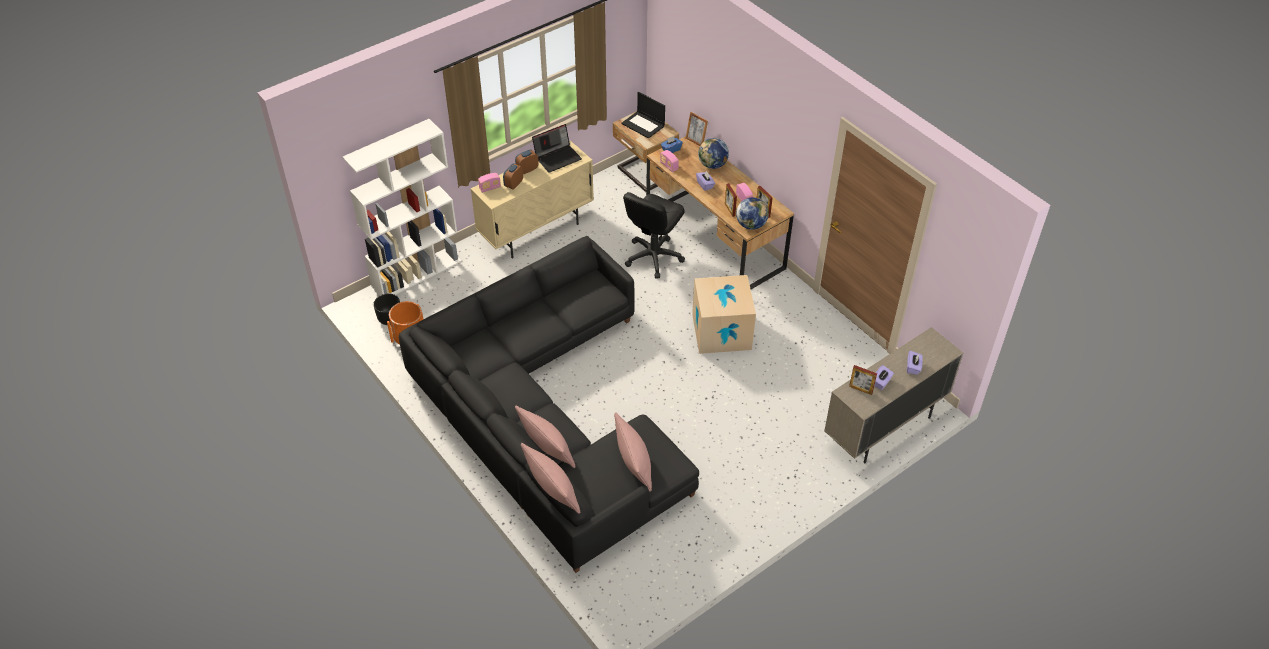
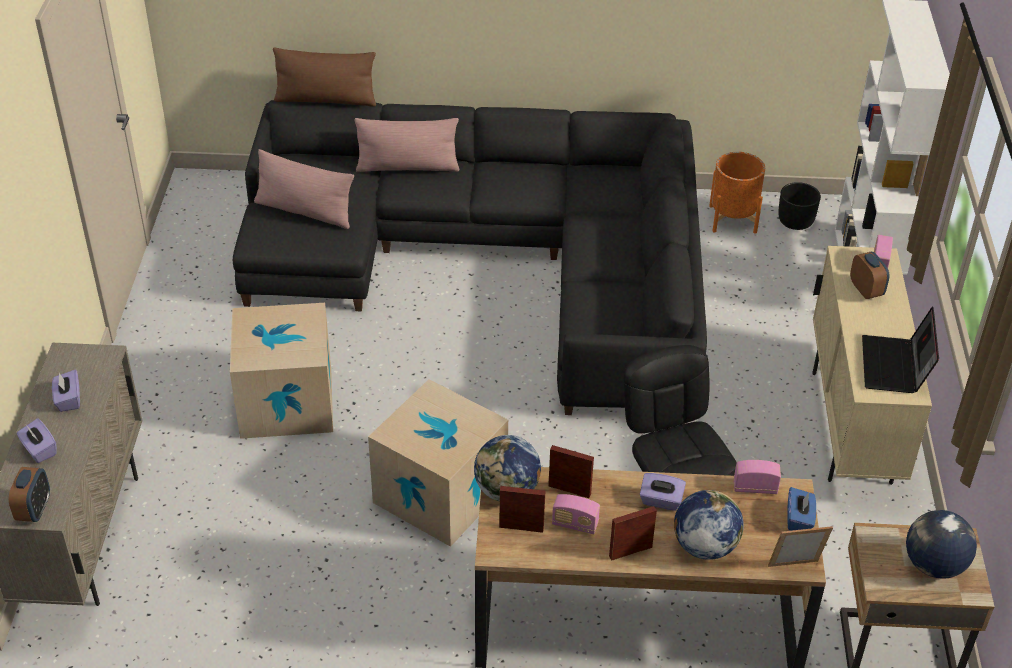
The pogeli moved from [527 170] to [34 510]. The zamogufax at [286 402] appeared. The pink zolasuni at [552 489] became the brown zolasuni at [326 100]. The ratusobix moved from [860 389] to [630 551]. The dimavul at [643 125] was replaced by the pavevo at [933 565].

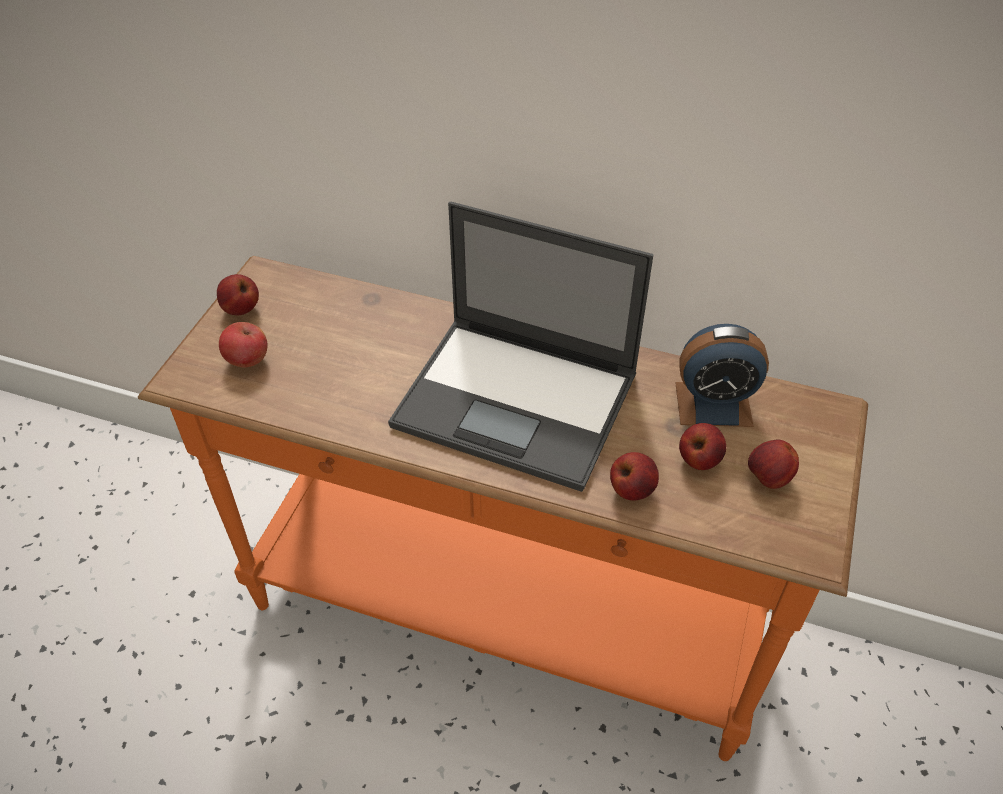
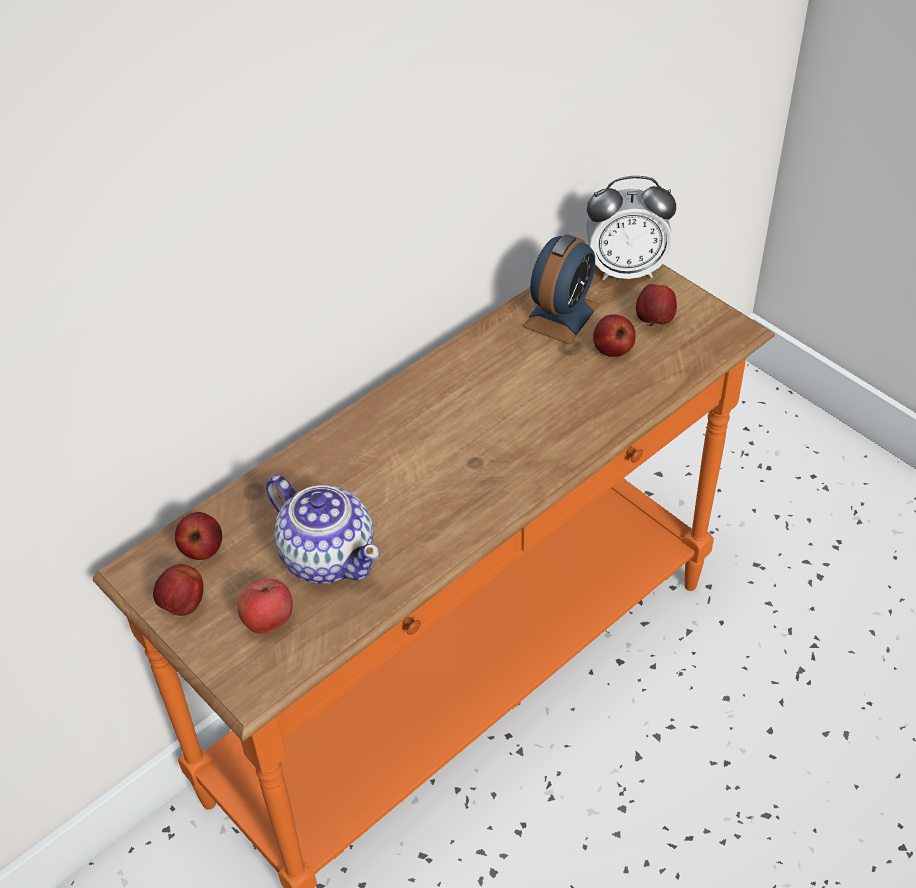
The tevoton moved from [631 490] to [202 550]. The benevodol at [327 555] appeared. The pogeli at [625 269] appeared. The dimavul at [518 401] disappeared.

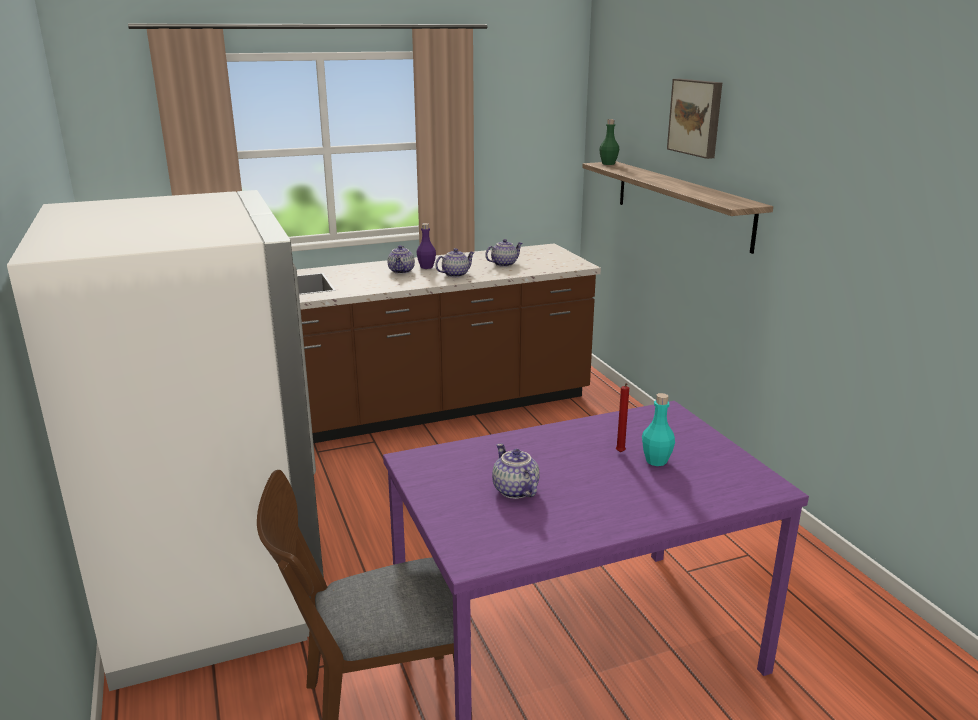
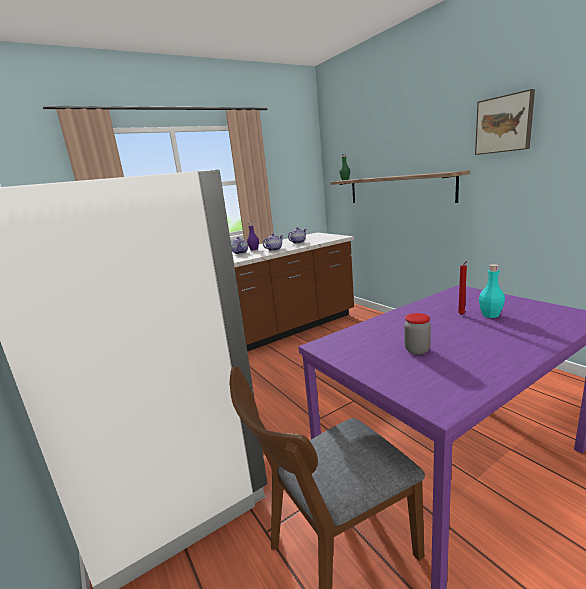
The benevodol at [514 490] was replaced by the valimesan at [417 350]. The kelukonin moved from [696 117] to [504 124].

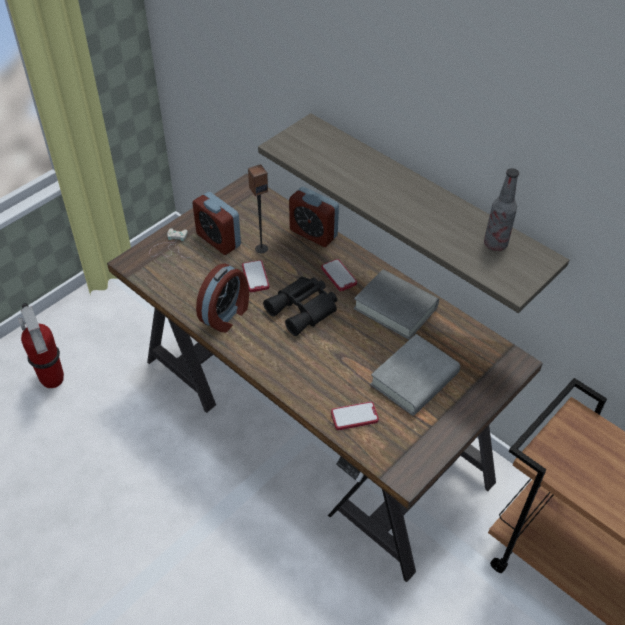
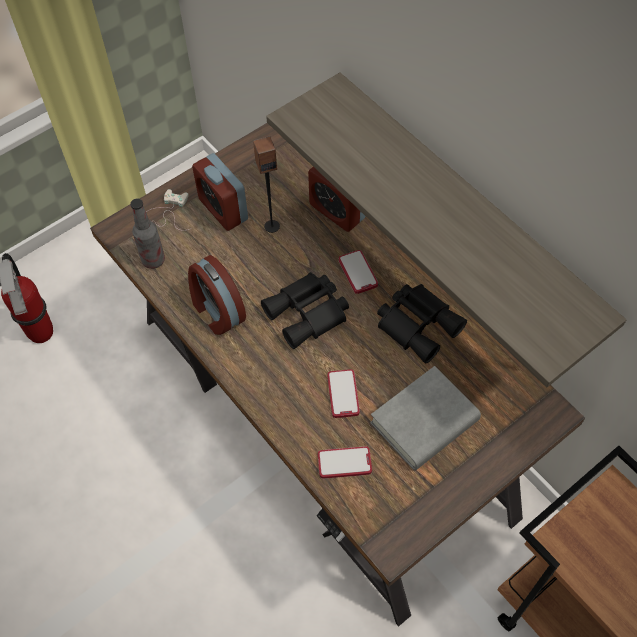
The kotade moved from [495 244] to [153 260]. The pogeli at [226 315] turned 105 degrees clockwise. The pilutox moved from [255 277] to [343 394]. The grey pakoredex at [395 308] was replaced by the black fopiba at [418 323].

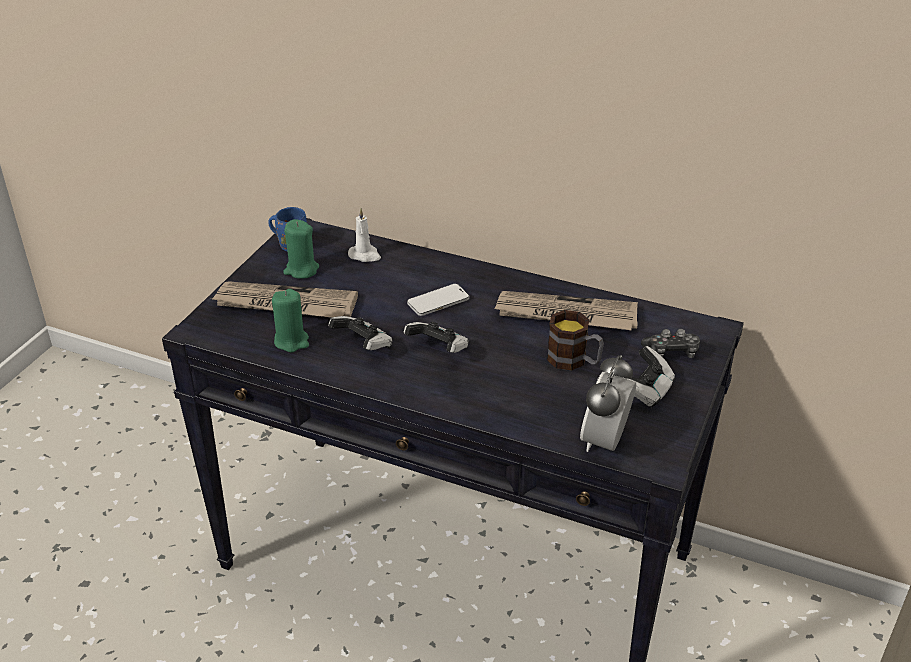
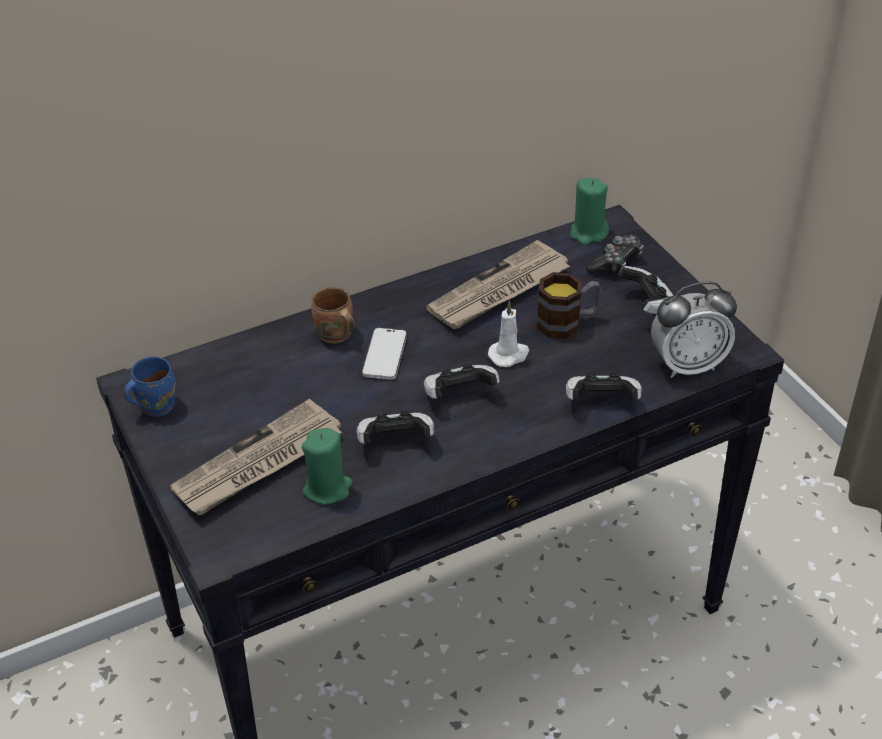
The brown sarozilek at [335 336] appeared. The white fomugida moved from [365 255] to [509 355]. The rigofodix at [601 402] appeared. The green fomugida moved from [301 270] to [588 233]. The pogeli at [604 441] turned 75 degrees counterclockwise.

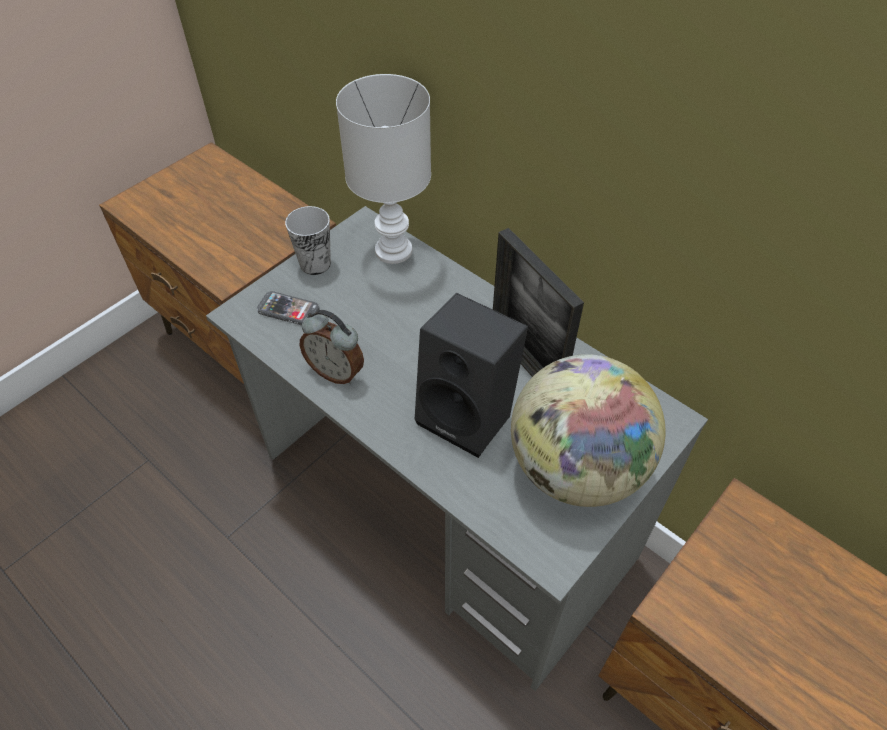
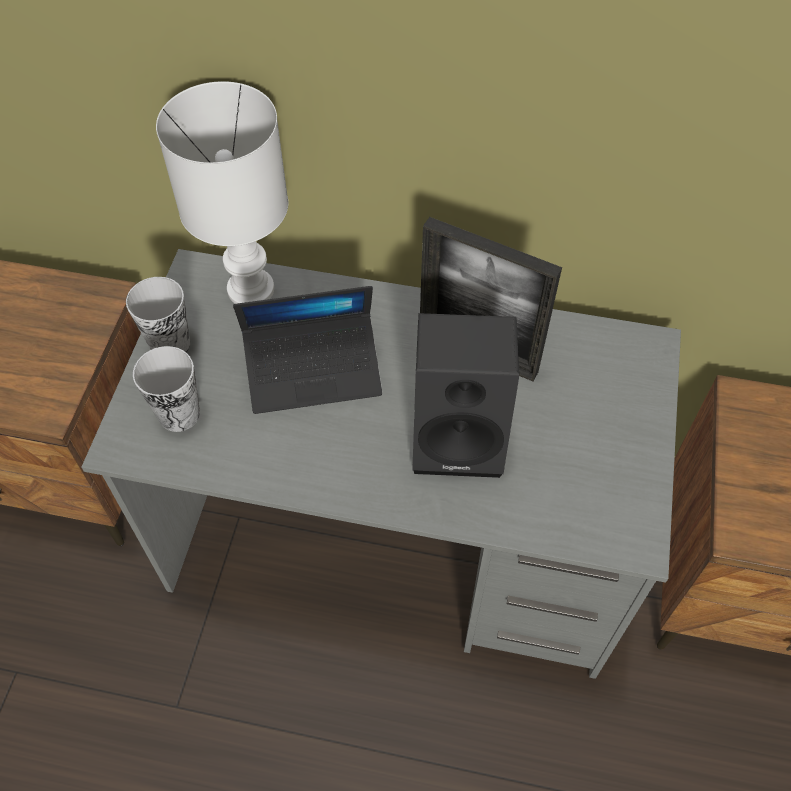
The pilutox at [288 310] was replaced by the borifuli at [179 414]. The dimavul at [313 371] appeared. The pogeli at [336 372] disappeared. The pavevo at [575 468] disappeared.

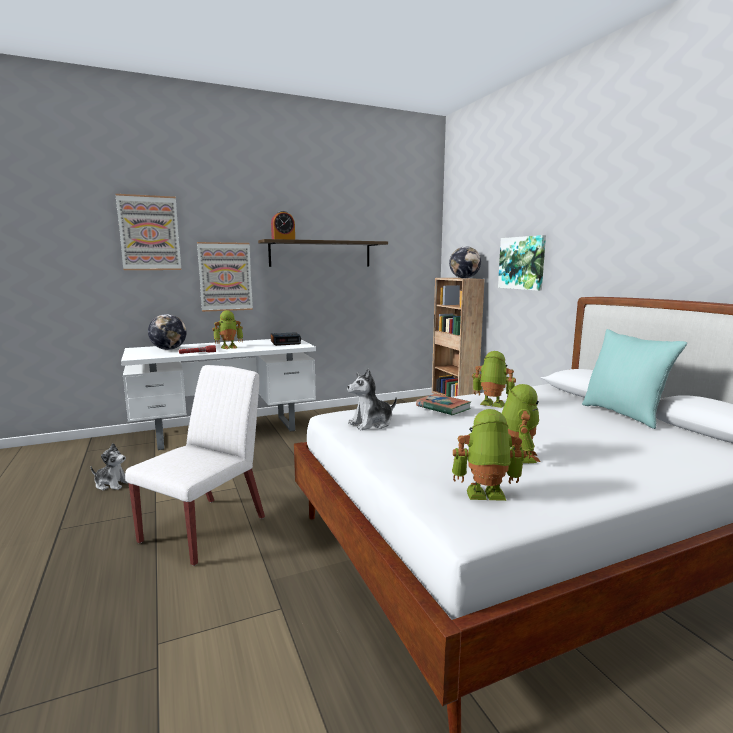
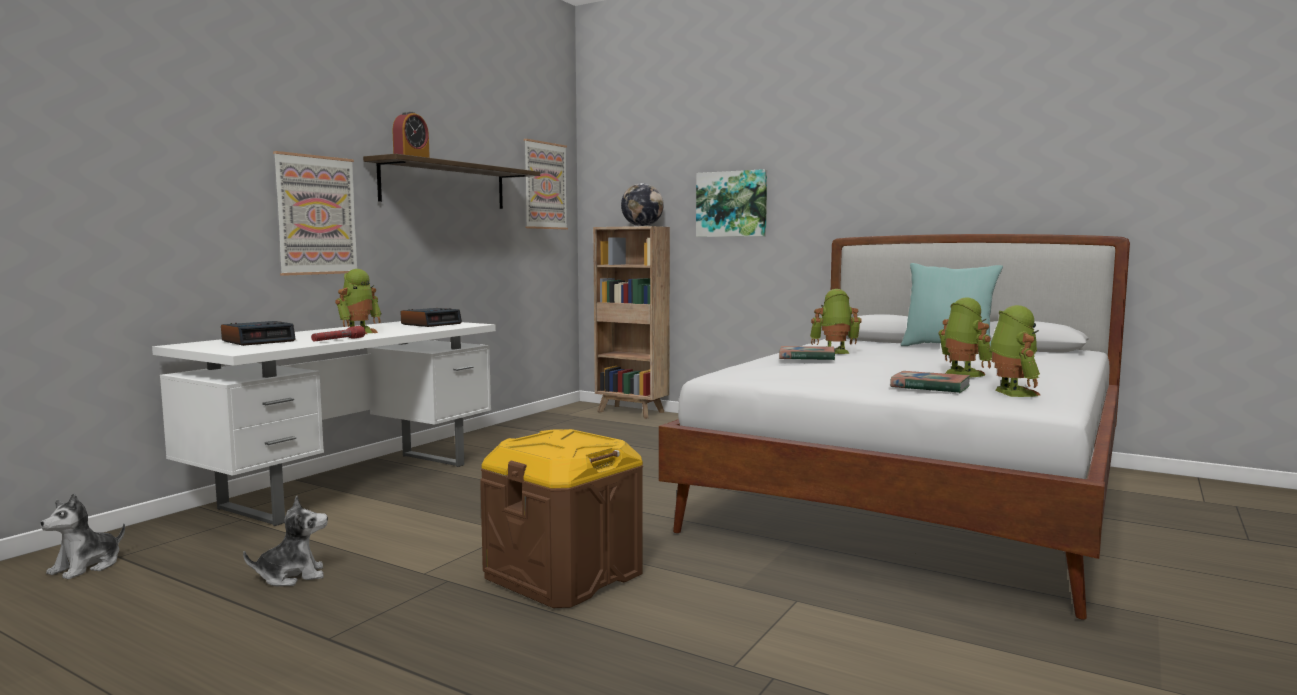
The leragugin moved from [371 423] to [86 567]. The pavevo at [169 349] was replaced by the pogeli at [259 341]. The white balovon at [205 529] was replaced by the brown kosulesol at [564 575]. The kelukonin moved from [149 233] to [545 186]. The pakoredex at [930 387] appeared. The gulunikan at [485 495] turned 120 degrees clockwise.

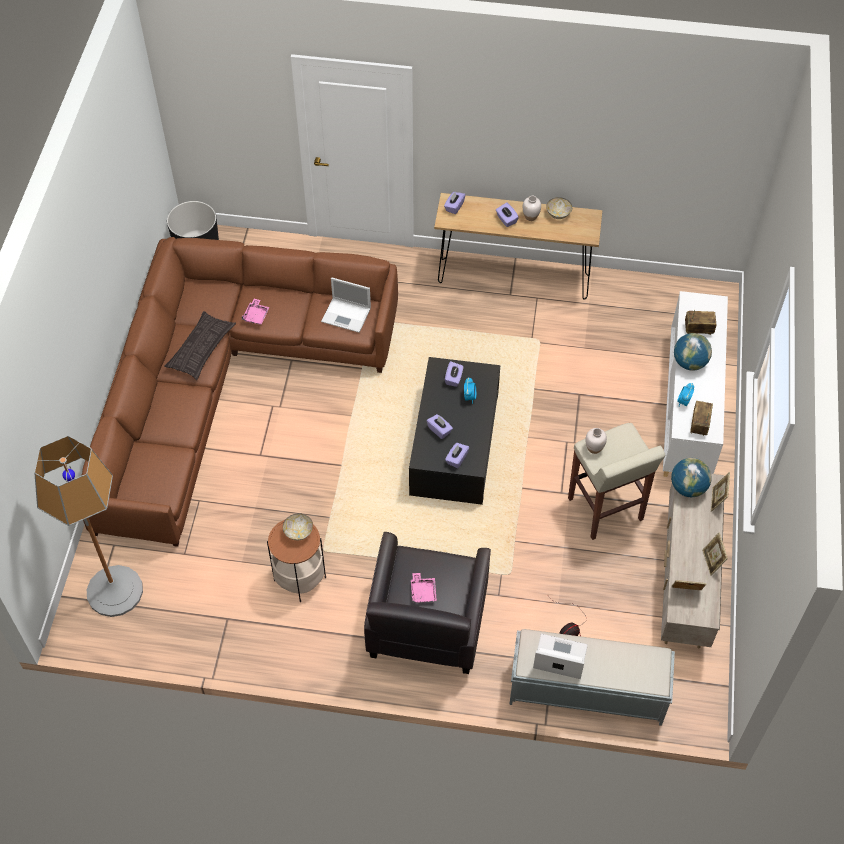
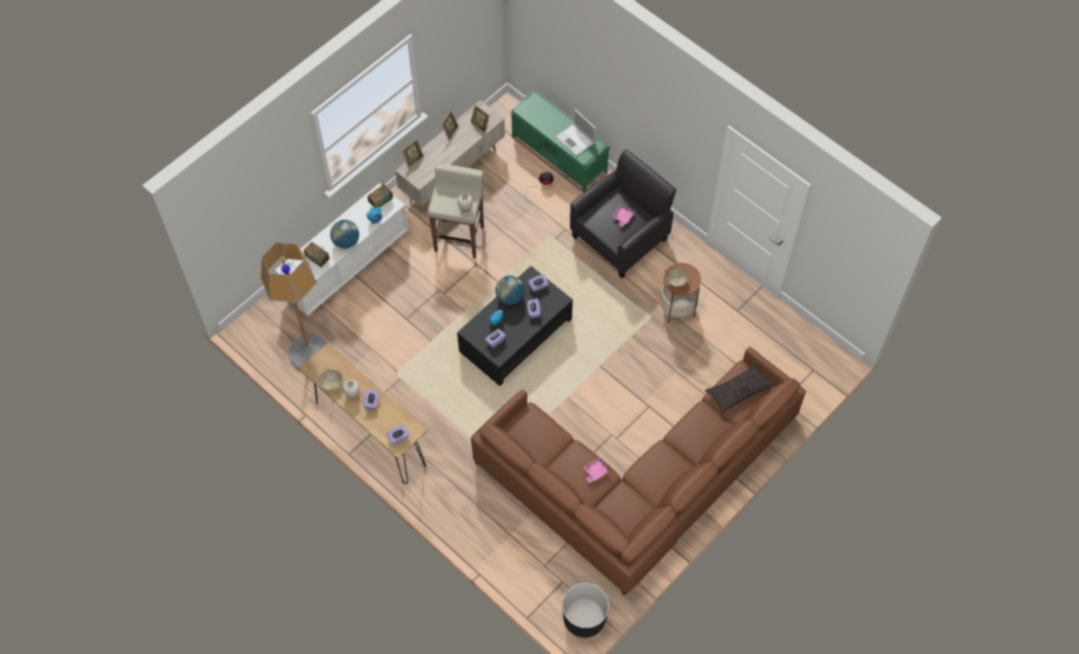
The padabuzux moved from [115 591] to [309 353]. The pavevo moved from [688 487] to [510 297]. The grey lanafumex at [585 691] became the green lanafumex at [560 154]. The zolasuni moved from [201 349] to [739 390]. The dimavul at [347 315] disappeared.

